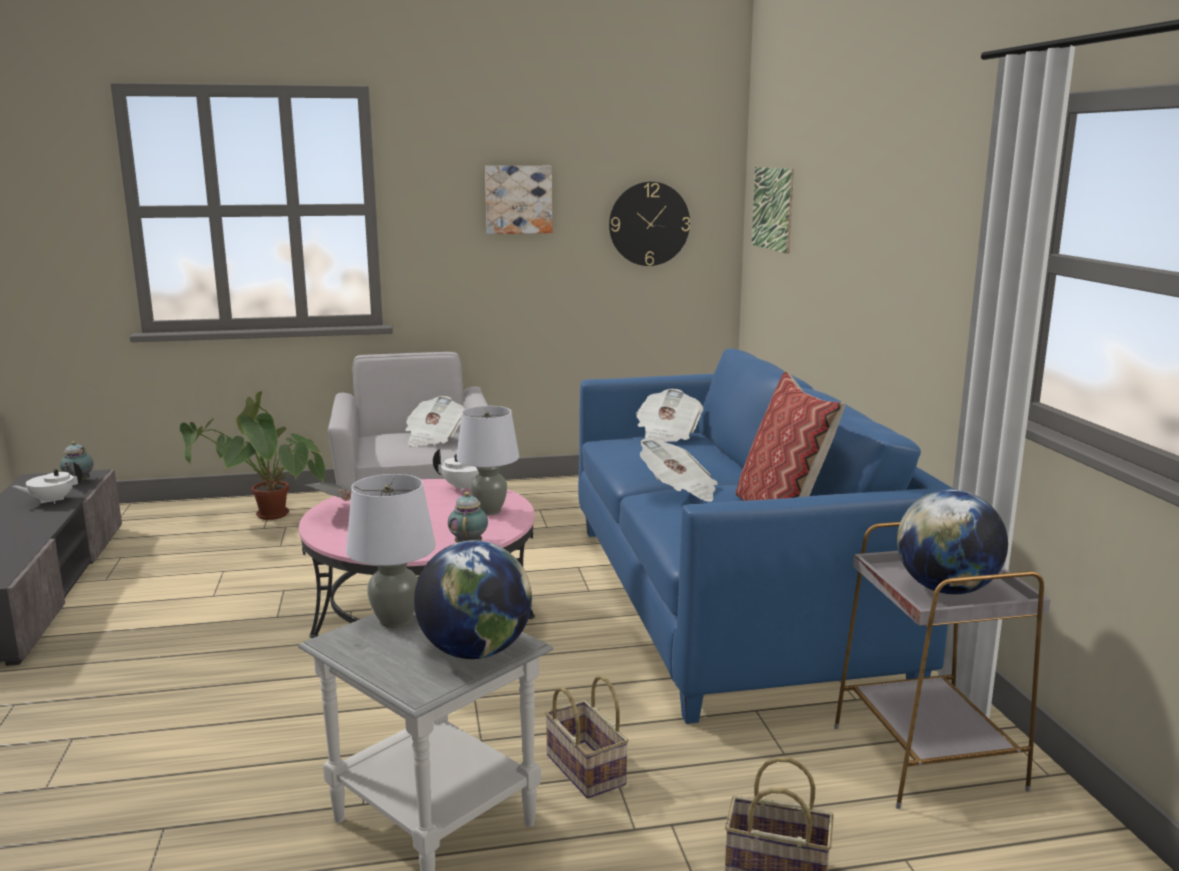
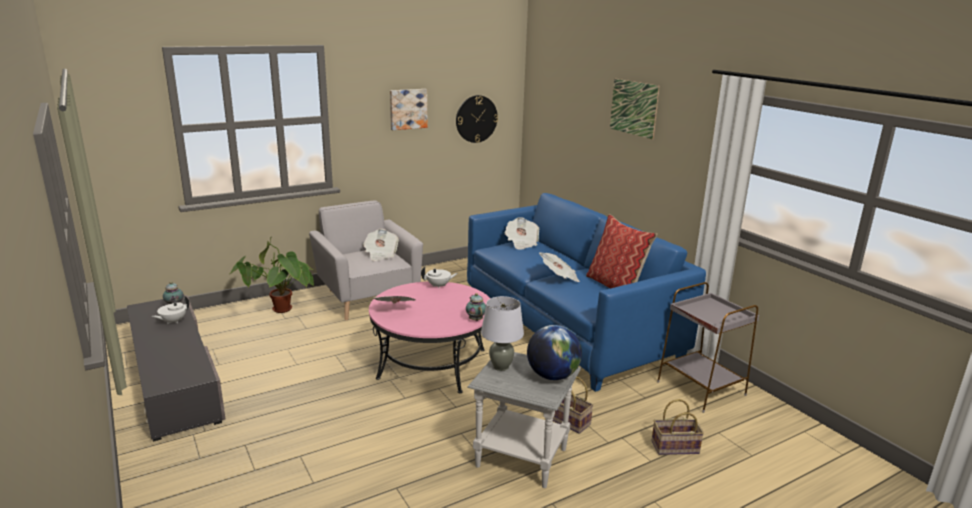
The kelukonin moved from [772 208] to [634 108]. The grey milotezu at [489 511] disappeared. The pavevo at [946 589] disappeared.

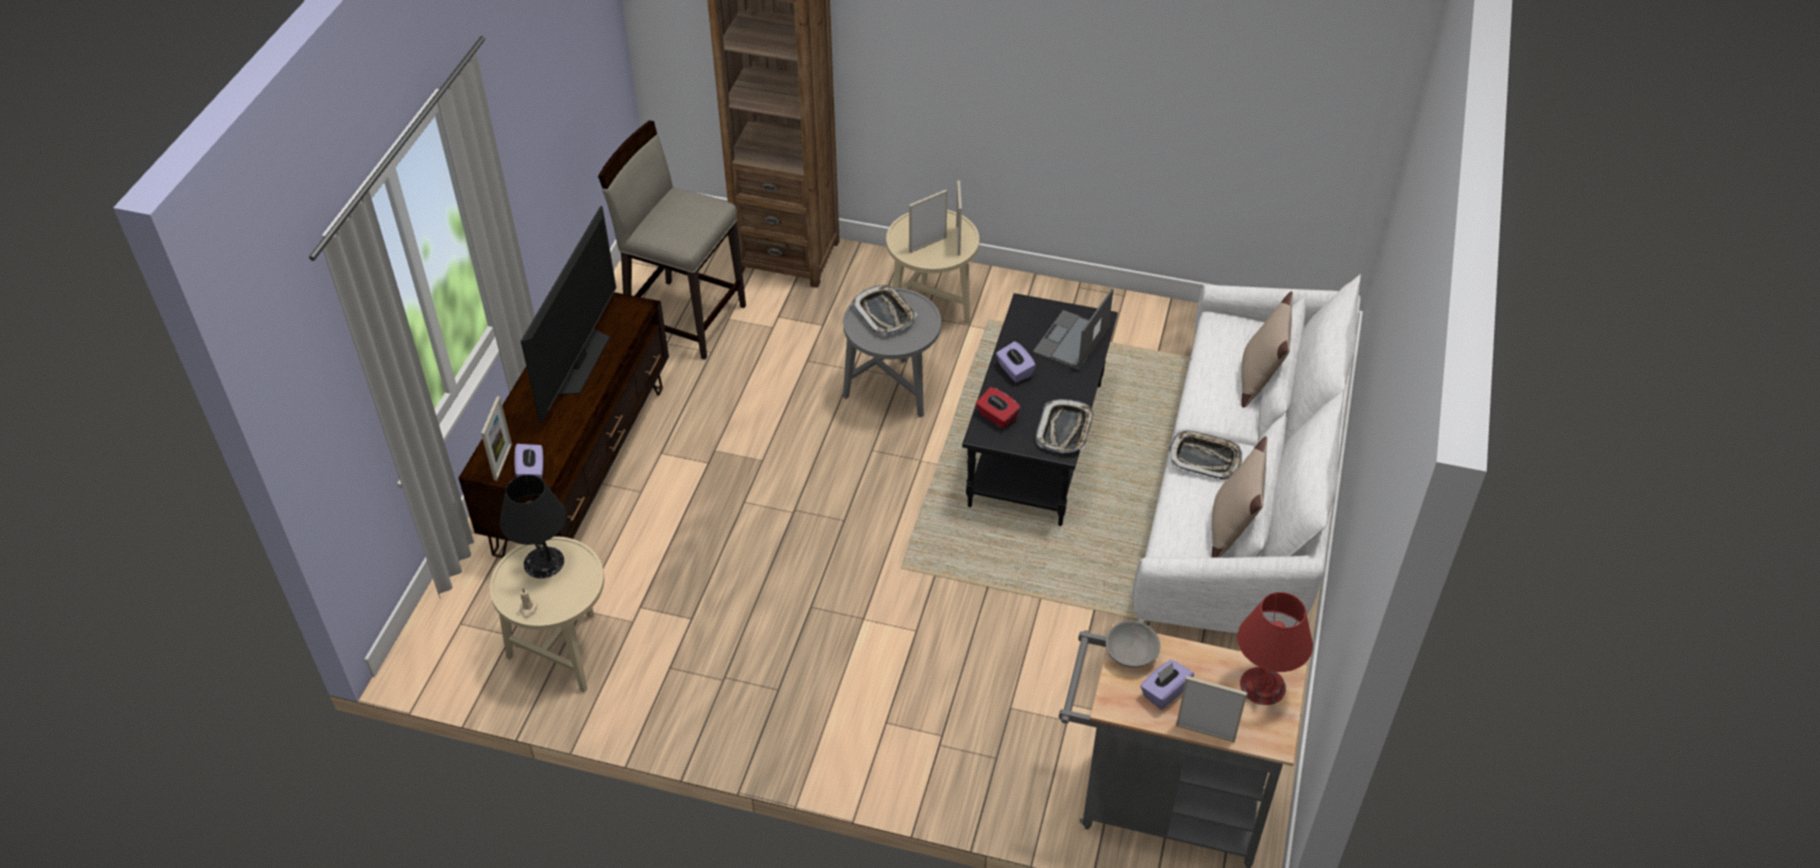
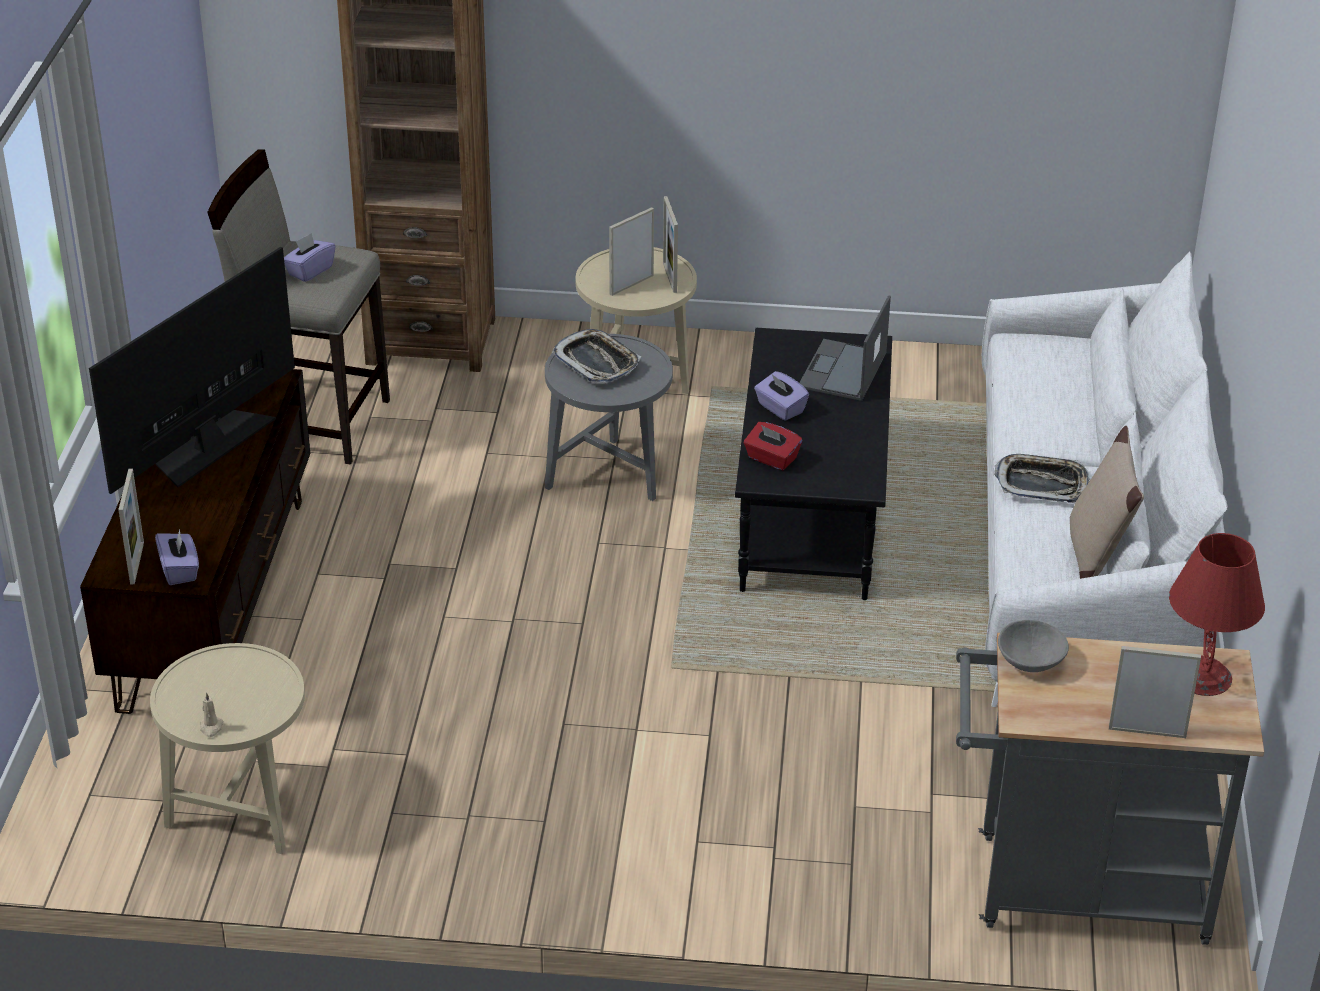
The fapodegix at [578 362] turned 150 degrees counterclockwise. The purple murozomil moved from [1164 692] to [310 271]. The black milotezu at [543 562] disappeared. The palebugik at [1065 430] disappeared. The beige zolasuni at [1259 379] disappeared.

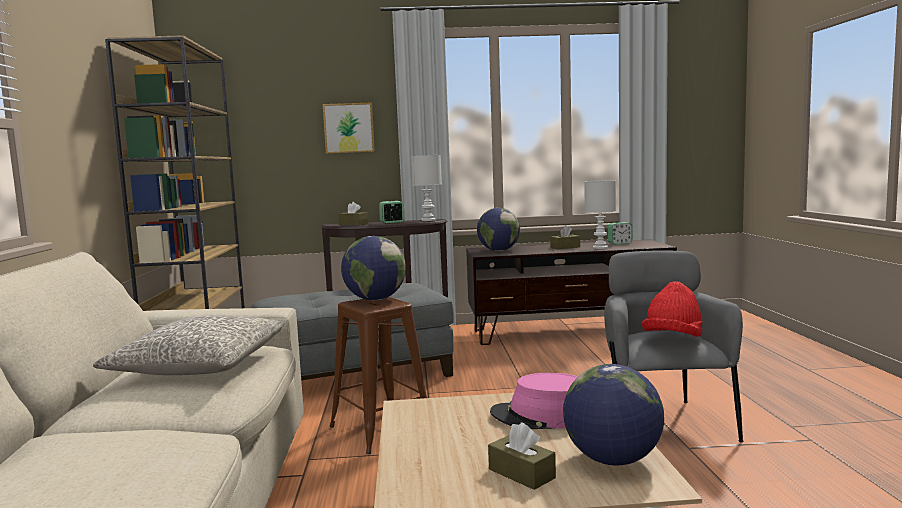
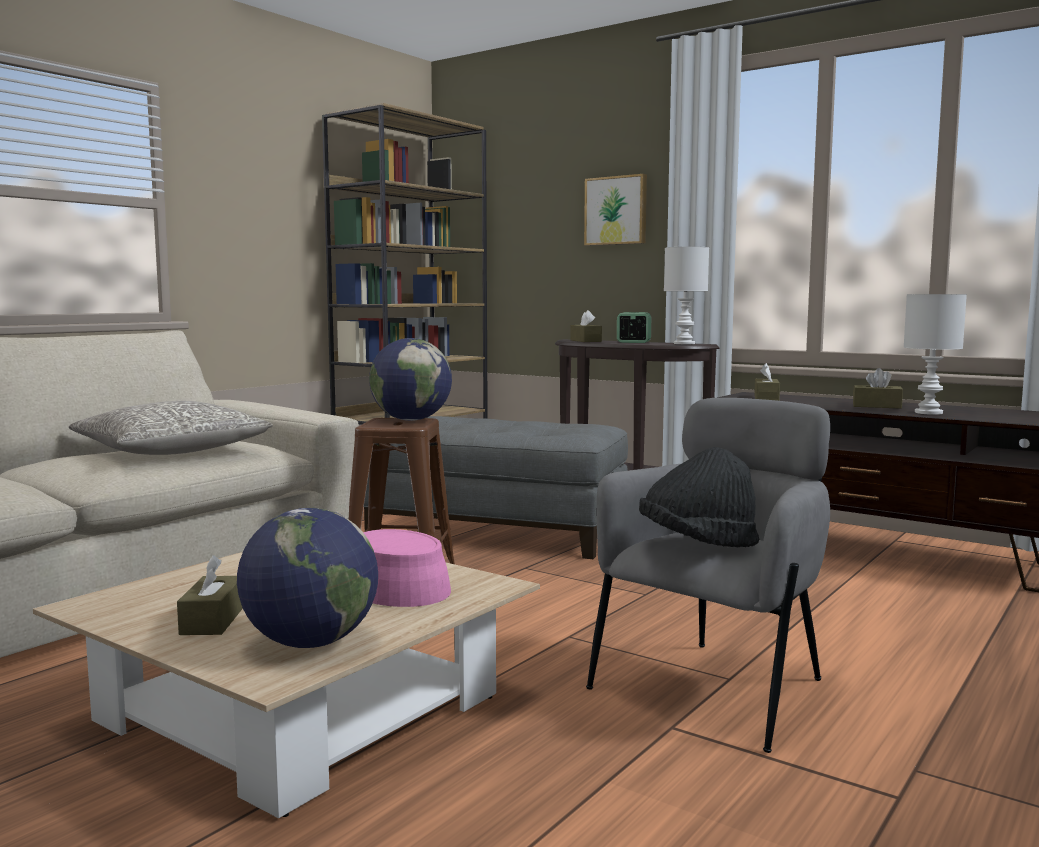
The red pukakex at [673 339] became the black pukakex at [698 544]. The pavevo at [499 250] was replaced by the brown murozomil at [766 398]. The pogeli at [620 243] disappeared.

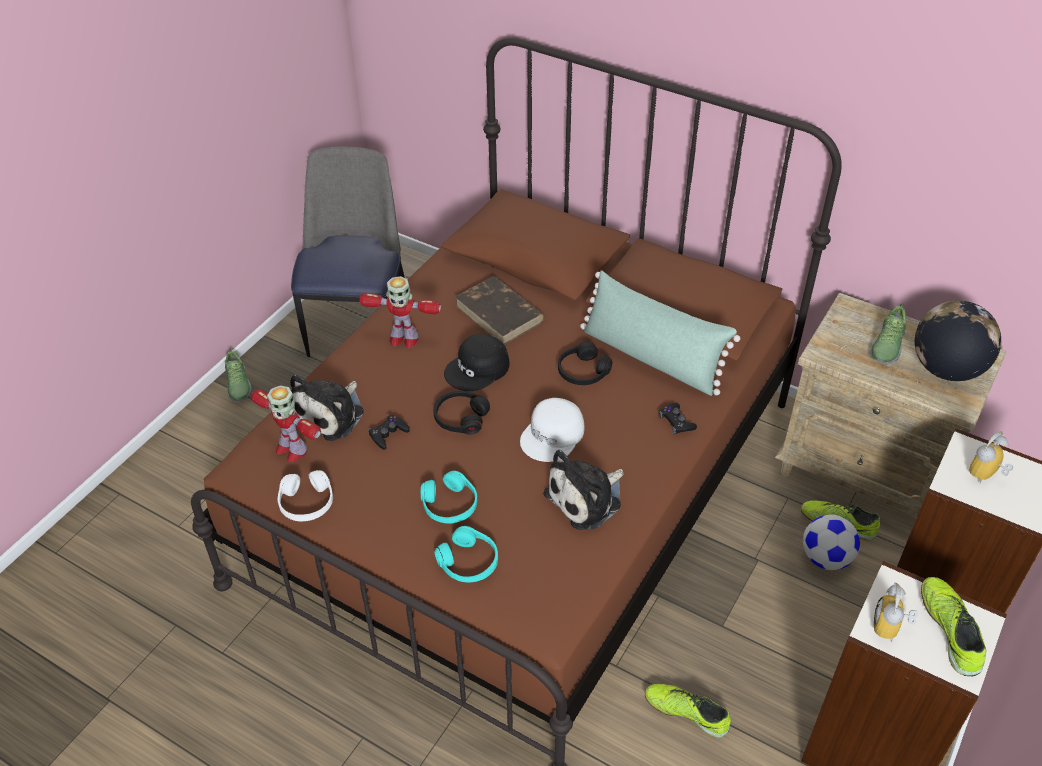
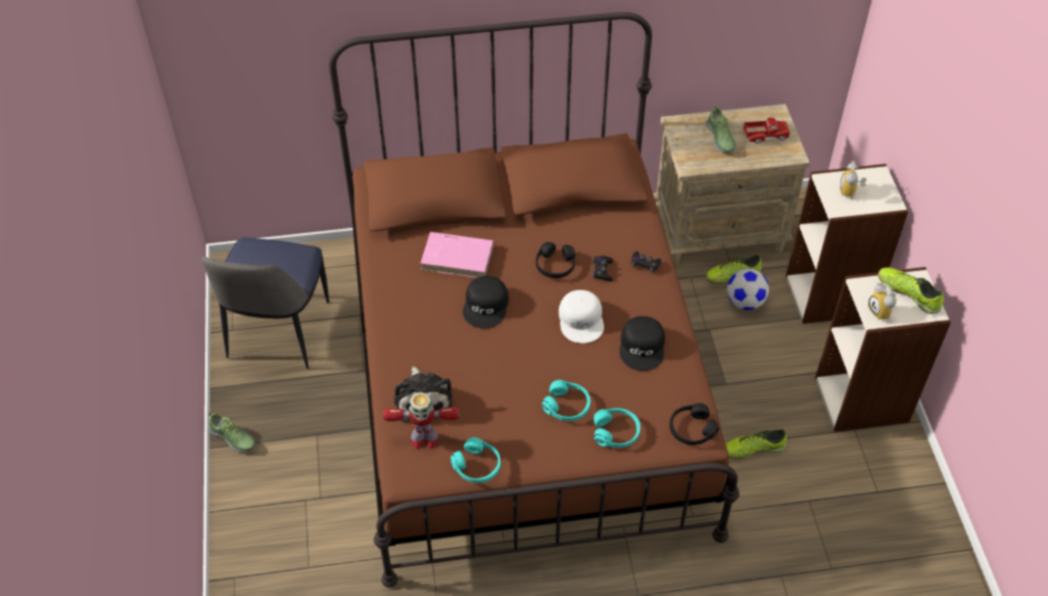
The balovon at [359 324] turned 135 degrees counterclockwise. The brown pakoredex at [500 314] became the pink pakoredex at [458 257]. The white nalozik at [306 503] became the turquoise nalozik at [477 466]. The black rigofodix moved from [388 434] to [602 270]. The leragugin at [587 498] was replaced by the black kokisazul at [643 347]. The black nalozik moved from [460 418] to [691 429]. The pavevo at [946 369] was replaced by the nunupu at [765 135]. The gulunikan at [403 338] disappeared. The green zolasuni at [651 358] disappeared.

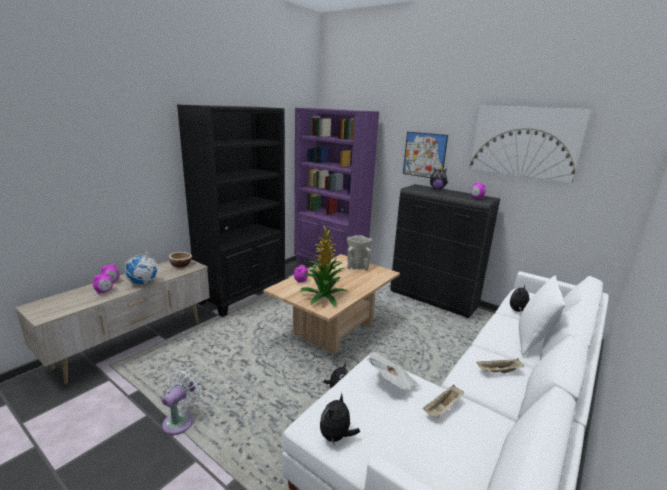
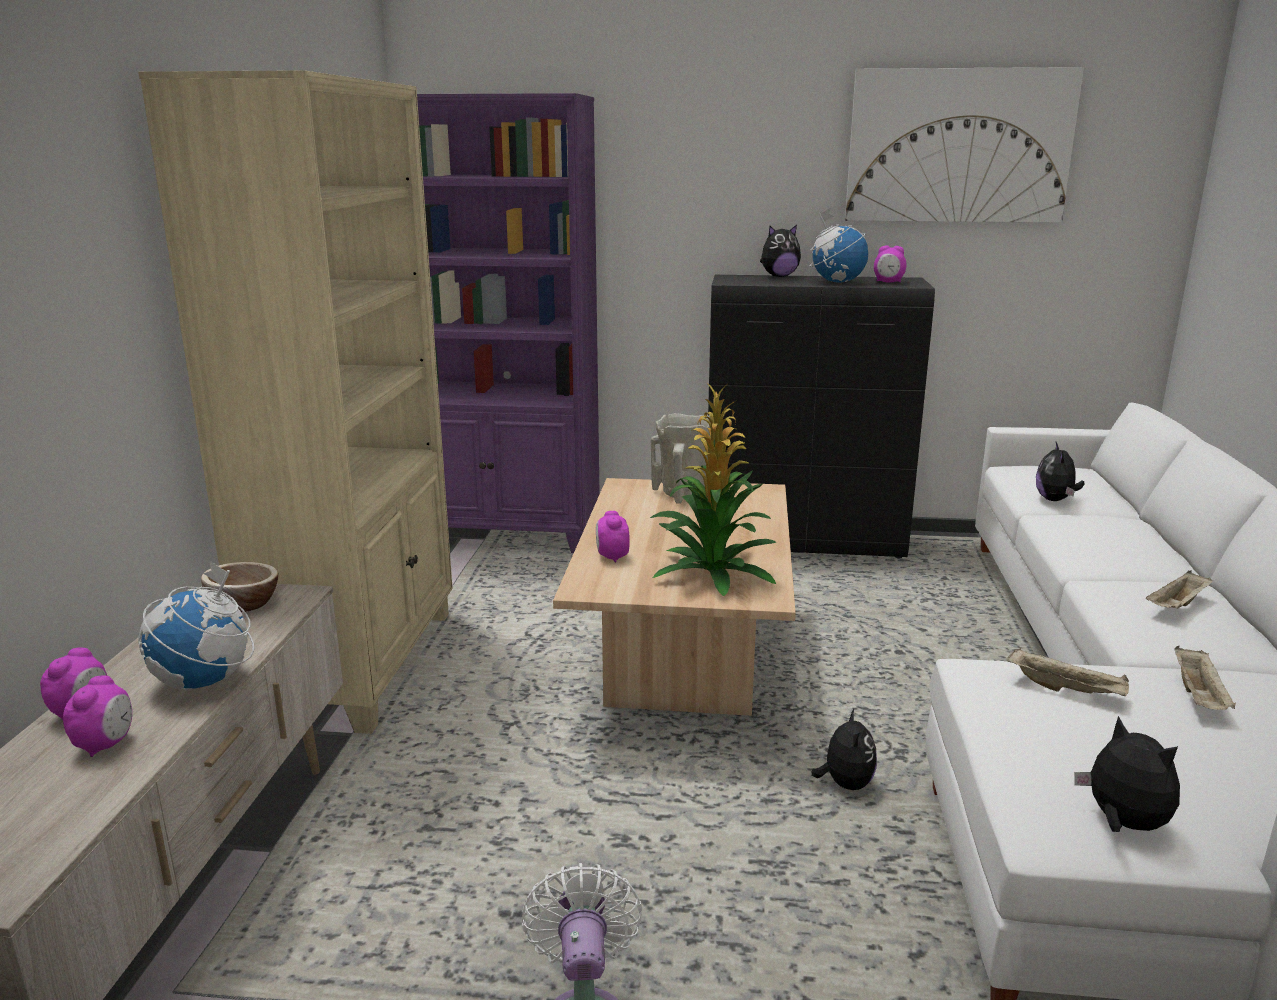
The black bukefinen at [243 295] became the beige bukefinen at [362 664]. The pavevo at [837 282] appeared. The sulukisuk at [392 383] was replaced by the beige palebugik at [1067 690]. The leragugin at [336 437] turned 150 degrees clockwise. The kelukonin at [424 155] disappeared. The white zolasuni at [532 341] disappeared.

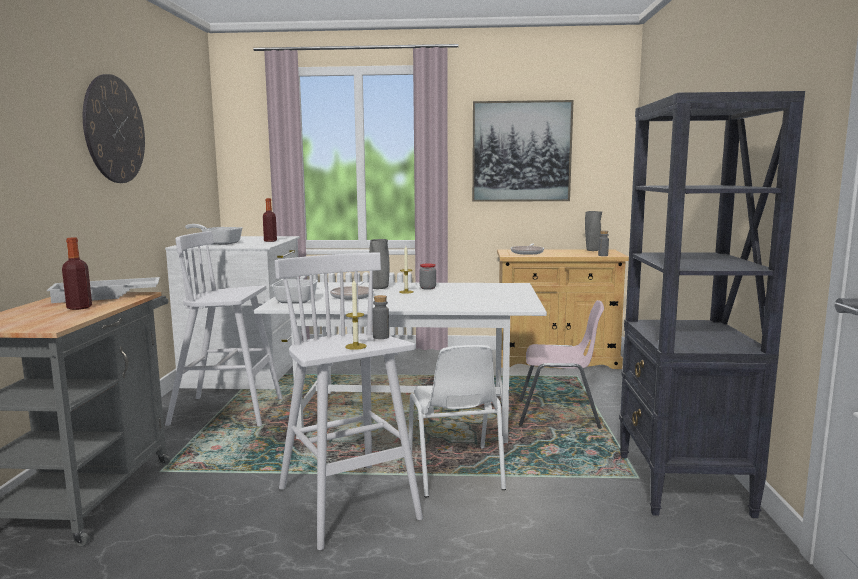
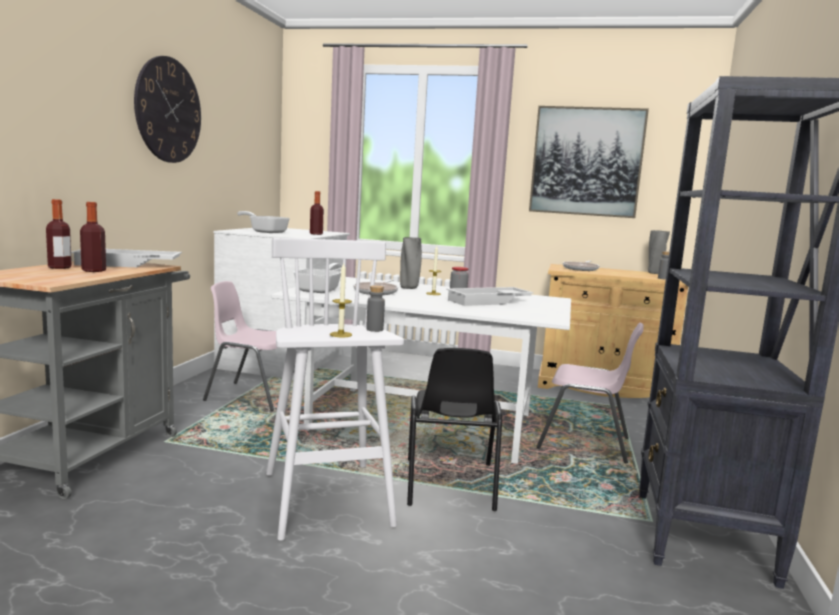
The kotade at [60 267] appeared. The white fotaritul at [229 411] was replaced by the pink balovon at [252 395]. The white balovon at [455 472] became the black balovon at [449 484]. The white palebugik at [489 302] appeared.

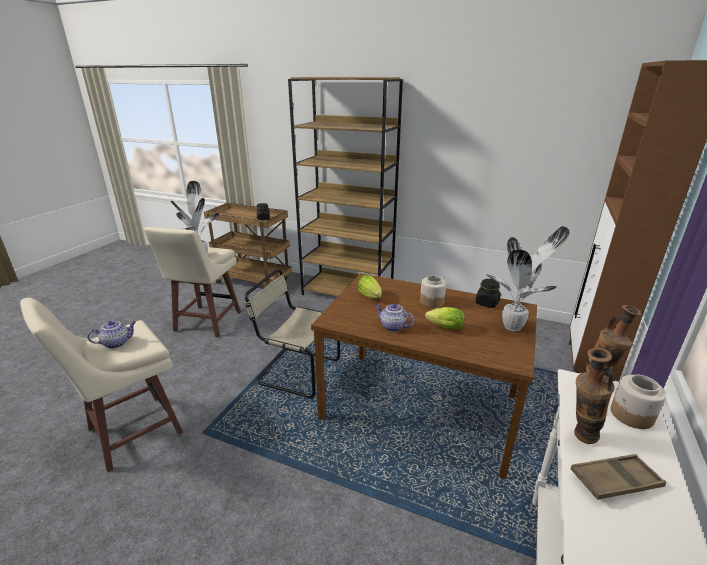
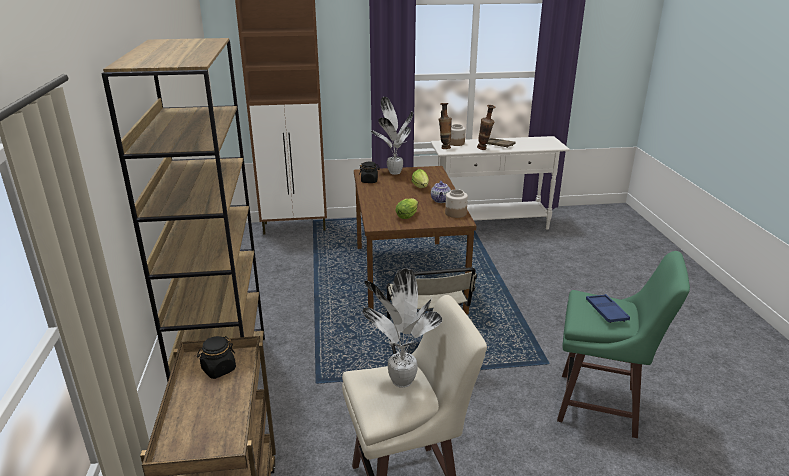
The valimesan moved from [431 301] to [455 213]. The beige fotaritul at [132 432] became the green fotaritul at [601 406]. The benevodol at [117 343] was replaced by the blue palebugik at [606 311].

